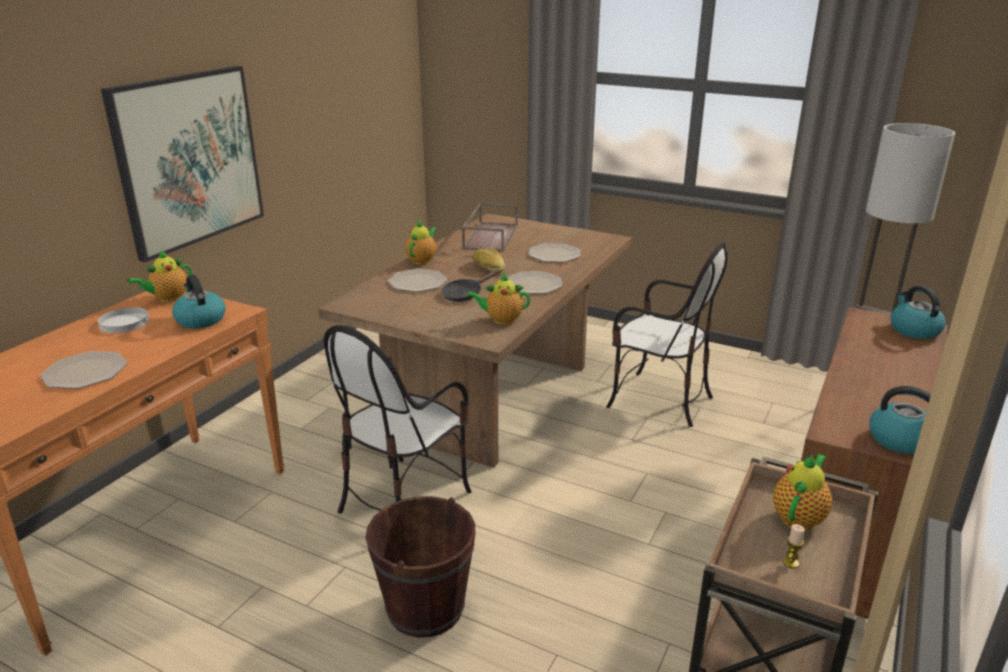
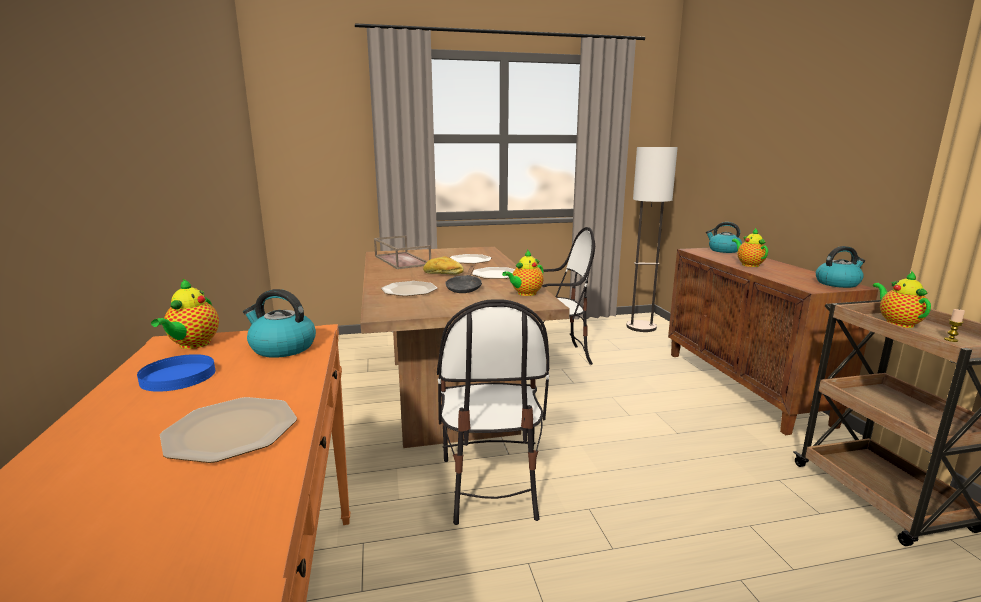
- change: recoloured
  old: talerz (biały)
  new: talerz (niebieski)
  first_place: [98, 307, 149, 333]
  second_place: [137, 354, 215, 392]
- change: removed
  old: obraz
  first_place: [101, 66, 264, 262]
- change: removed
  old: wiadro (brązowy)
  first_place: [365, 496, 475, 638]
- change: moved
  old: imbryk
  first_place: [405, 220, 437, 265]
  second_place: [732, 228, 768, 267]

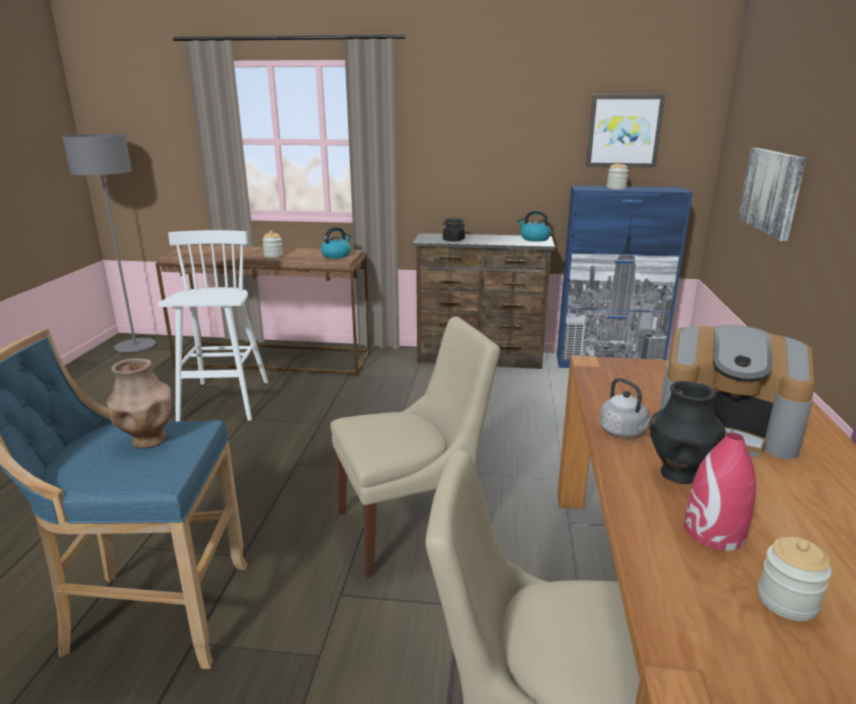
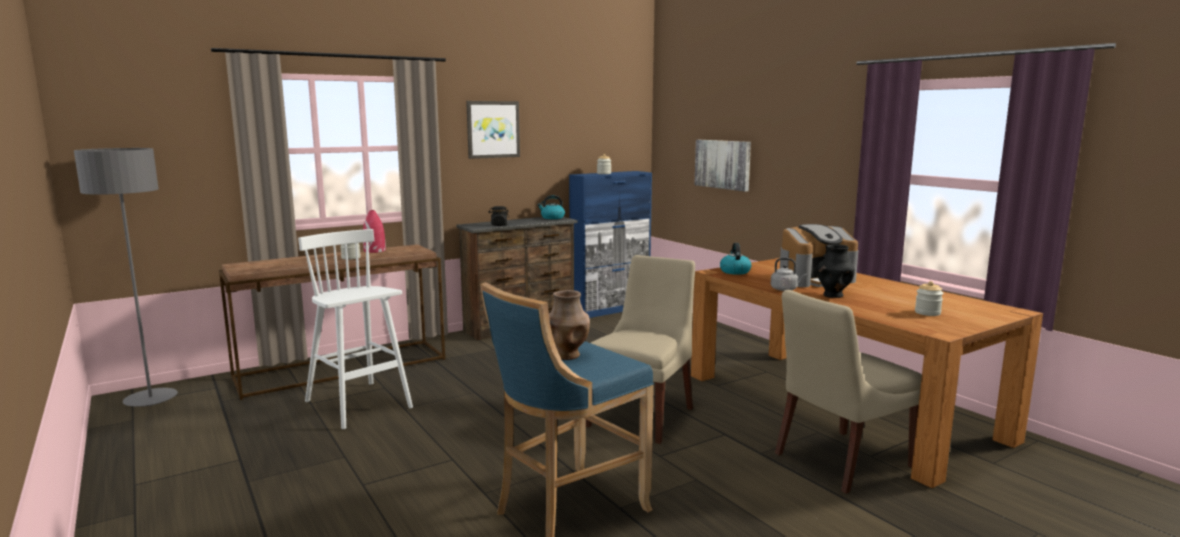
- change: moved
  old: czajnik
  first_place: [321, 227, 351, 259]
  second_place: [720, 243, 751, 275]
- change: moved
  old: obraz
  first_place: [586, 94, 665, 168]
  second_place: [466, 101, 520, 159]
- change: moved
  old: wazon (czerwony)
  first_place: [684, 433, 756, 551]
  second_place: [363, 210, 386, 253]

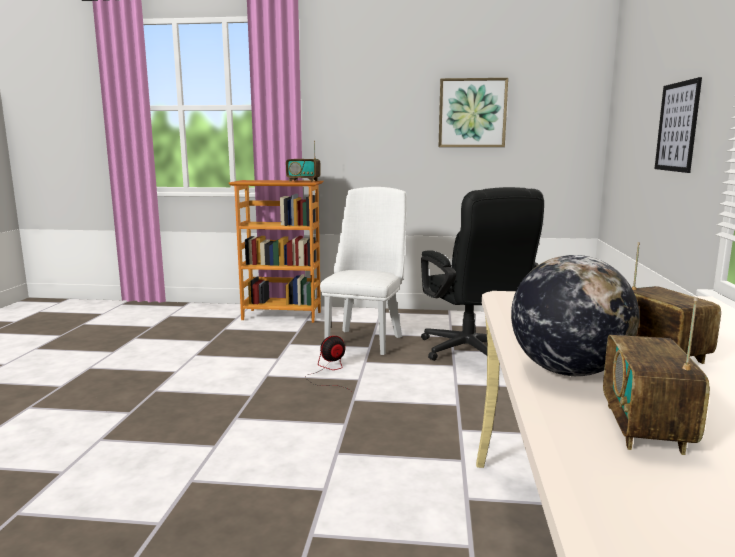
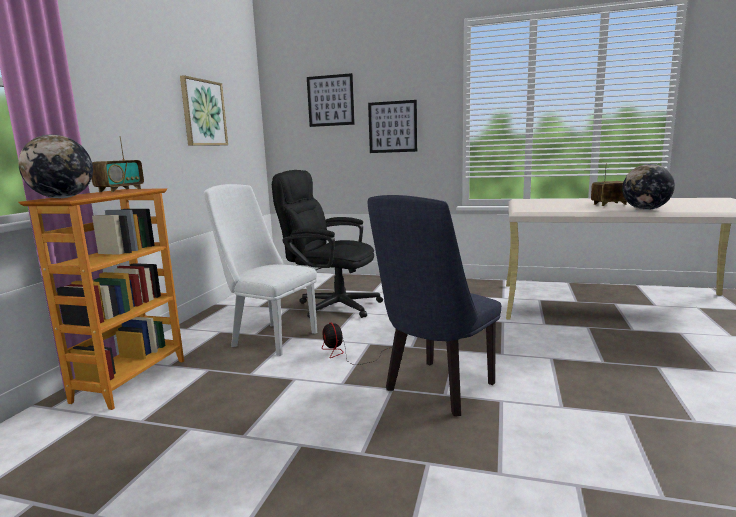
- change: turned
  old: krzesło biurowe (czarny)
  first_place: [421, 187, 544, 361]
  second_place: [272, 170, 383, 318]
  degrees: -150
- change: removed
  old: radio
  first_place: [603, 297, 710, 455]
- change: added
  new: globus
  second_place: [18, 134, 93, 198]
- change: added
  new: obraz
  second_place: [307, 73, 355, 127]
- change: added
  new: krzesło (niebieski)
  second_place: [367, 195, 502, 416]

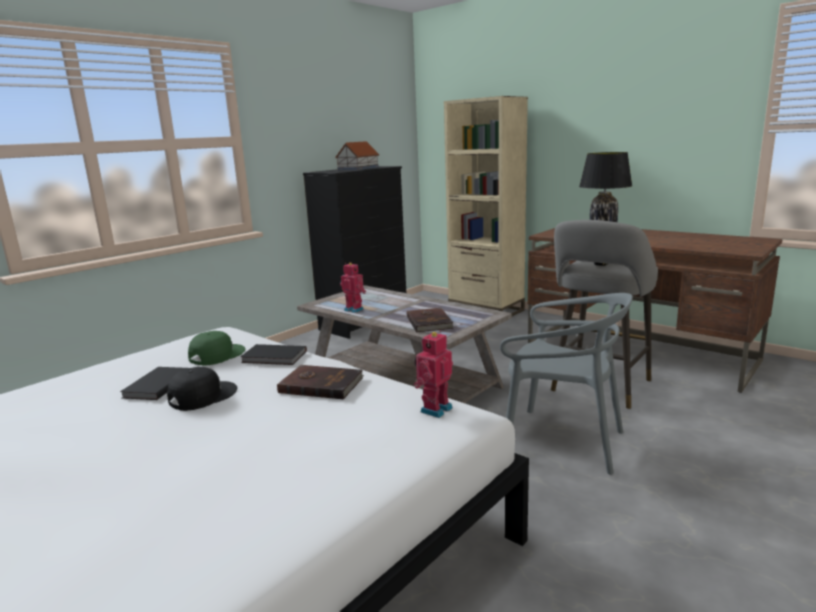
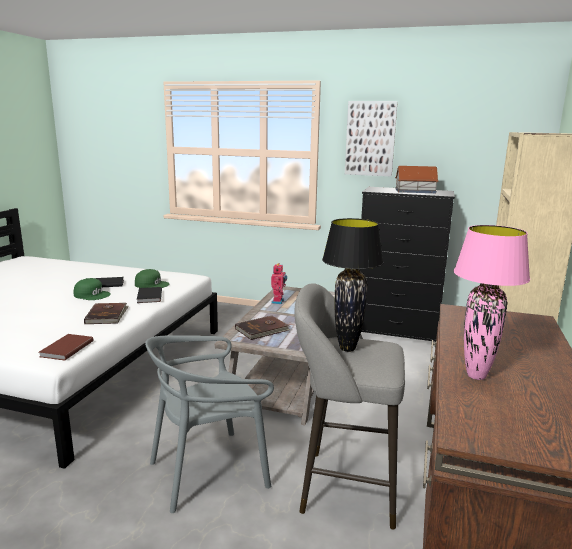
- change: recoloured
  old: czapka z daszkiem (czarny)
  new: czapka z daszkiem (zielony)
  first_place: [167, 367, 237, 411]
  second_place: [74, 278, 111, 300]
- change: replaced
  old: robot zabawkowy
  new: książka (brązowy)
  first_place: [414, 330, 453, 418]
  second_place: [39, 334, 94, 361]
- change: turned
  old: krzesło (szary)
  first_place: [500, 293, 633, 475]
  second_place: [145, 335, 274, 513]
  degrees: 60
- change: added
  new: obraz
  second_place: [345, 101, 398, 176]
- change: added
  new: lampa stołowa (różowy)
  second_place: [454, 225, 530, 380]

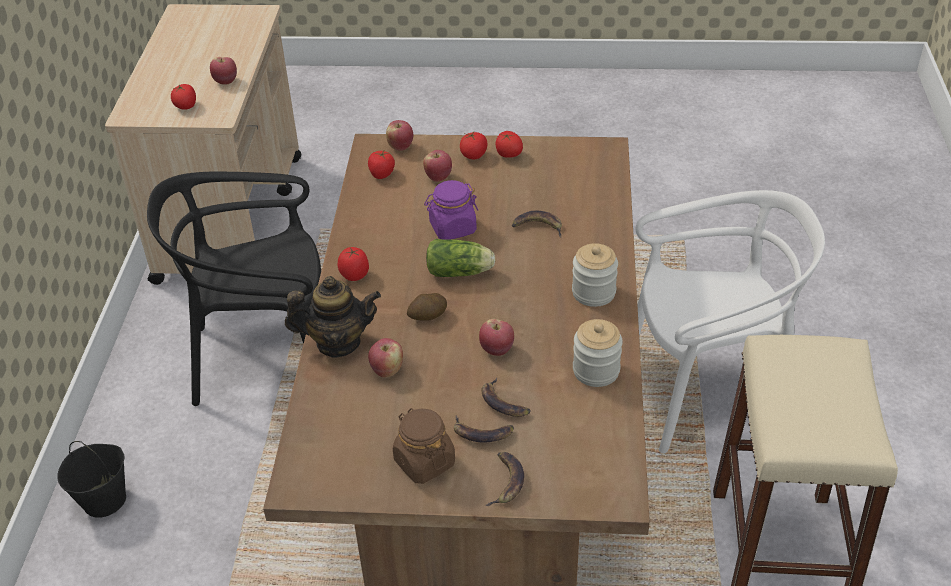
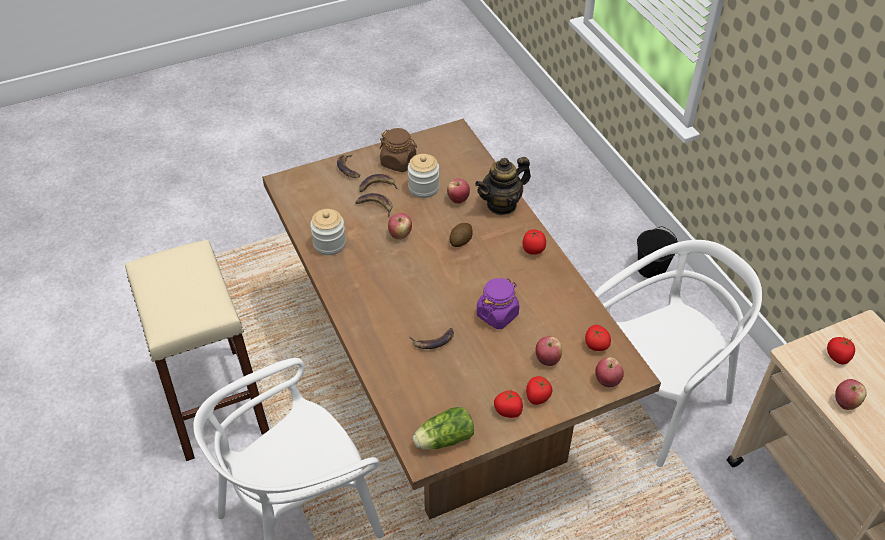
- change: recoloured
  old: krzesło (czarny)
  new: krzesło (biały)
  first_place: [147, 171, 321, 406]
  second_place: [594, 240, 762, 467]
- change: moved
  old: sałata
  first_place: [426, 239, 496, 277]
  second_place: [413, 407, 474, 449]
- change: moved
  old: słoik
  first_place: [572, 243, 618, 307]
  second_place: [408, 154, 439, 198]

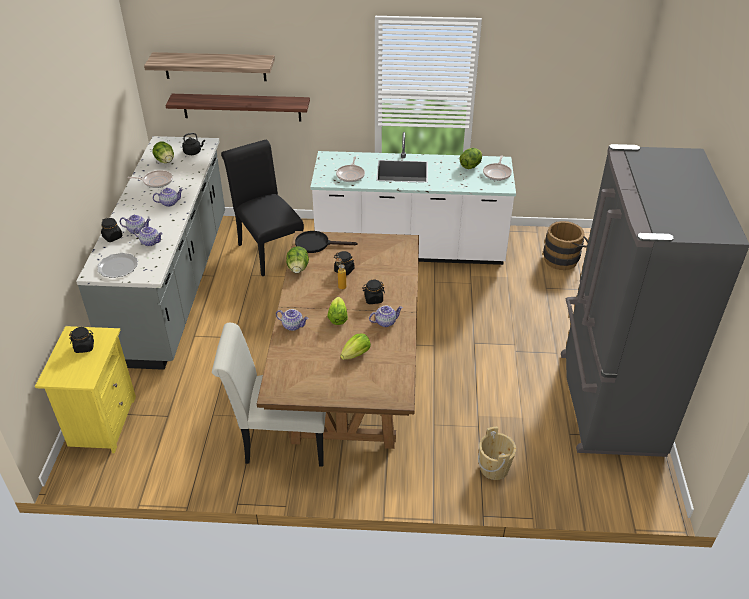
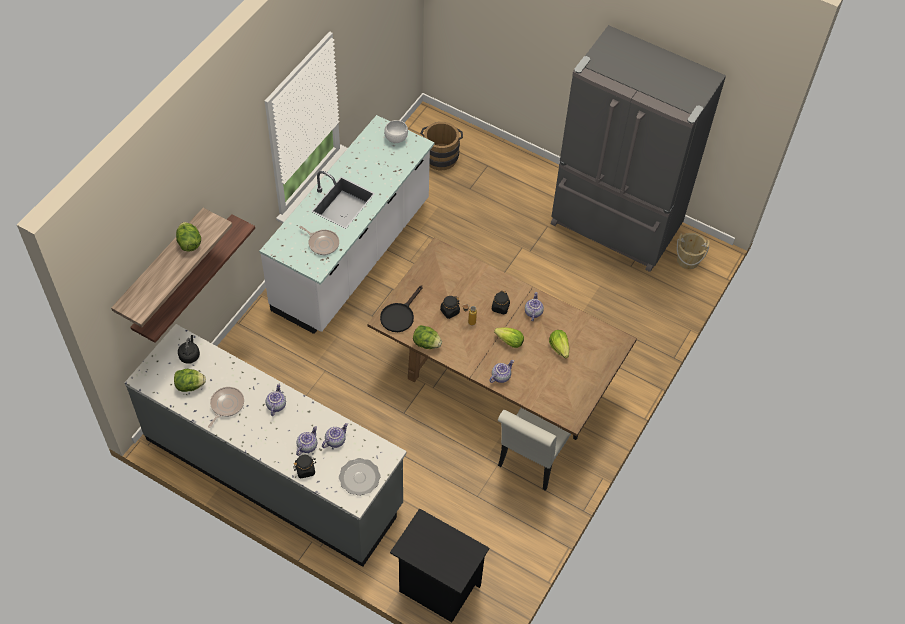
- change: recoloured
  old: szafka nocna (żółty)
  new: szafka nocna (czarny)
  first_place: [35, 326, 136, 453]
  second_place: [390, 508, 489, 622]
- change: removed
  old: słoik (czarny)
  first_place: [69, 327, 94, 353]
- change: removed
  old: krzesło (czarny)
  first_place: [221, 140, 304, 276]
- change: moved
  old: sałata
  first_place: [459, 148, 482, 169]
  second_place: [176, 222, 201, 252]
- change: moved
  old: wiadro (beżowy)
  first_place: [478, 427, 516, 480]
  second_place: [677, 233, 710, 269]
- change: replaced
  old: patelnia
  new: miska (biały)
  first_place: [483, 155, 512, 181]
  second_place: [384, 120, 408, 143]

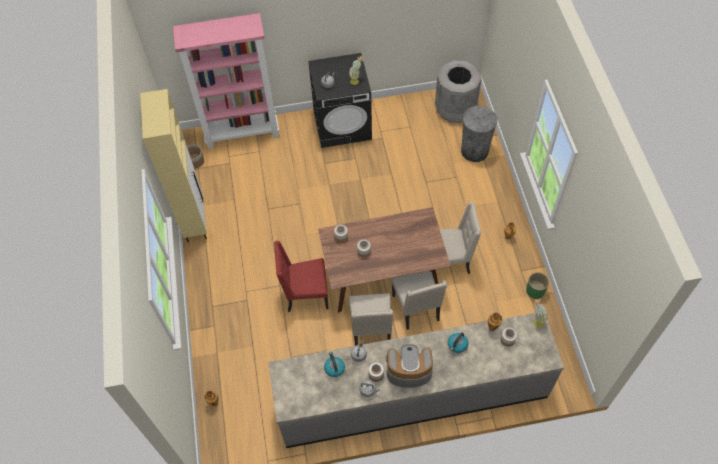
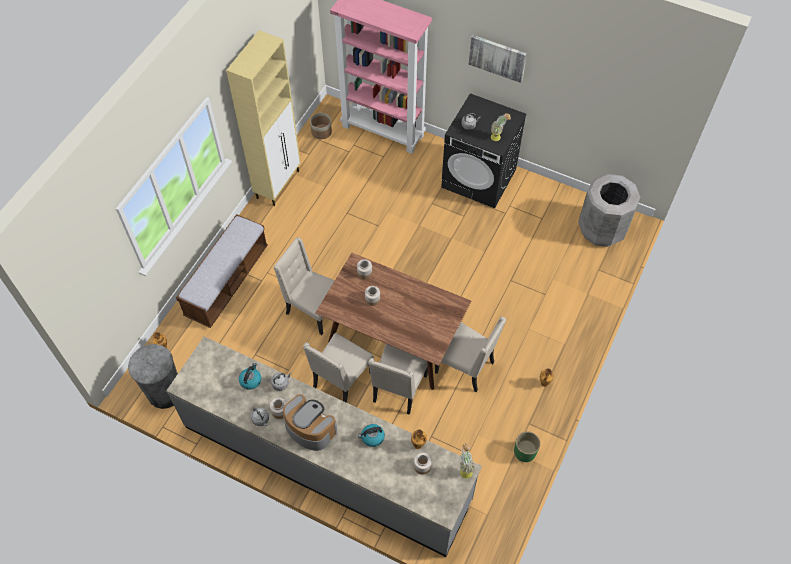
- change: recoloured
  old: krzesło (czerwony)
  new: krzesło (beżowy)
  first_place: [274, 241, 329, 312]
  second_place: [273, 237, 335, 335]
- change: moved
  old: kosz na śmieci (szary)
  first_place: [461, 106, 497, 162]
  second_place: [128, 344, 178, 409]
- change: added
  new: ławka
  second_place: [176, 214, 268, 328]
- change: added
  new: obraz
  second_place: [469, 35, 527, 83]

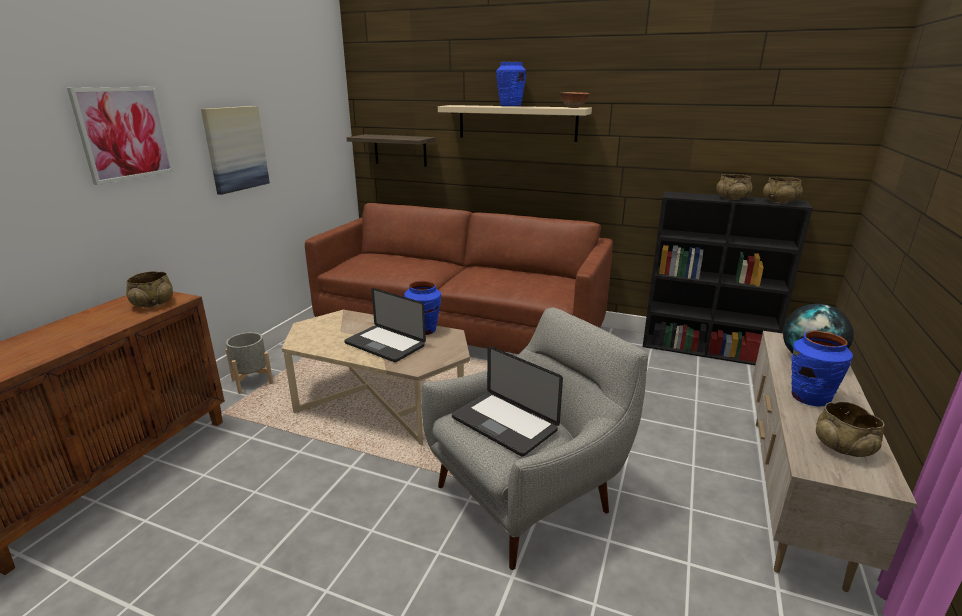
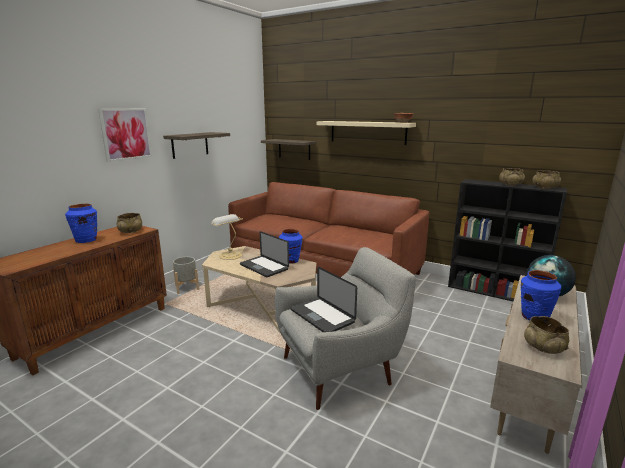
- change: replaced
  old: obraz
  new: półka
  first_place: [201, 106, 270, 195]
  second_place: [163, 132, 230, 159]
- change: moved
  old: wazon (niebieski)
  first_place: [496, 62, 527, 106]
  second_place: [65, 204, 97, 243]
- change: added
  new: lampa stołowa
  second_place: [211, 214, 243, 260]

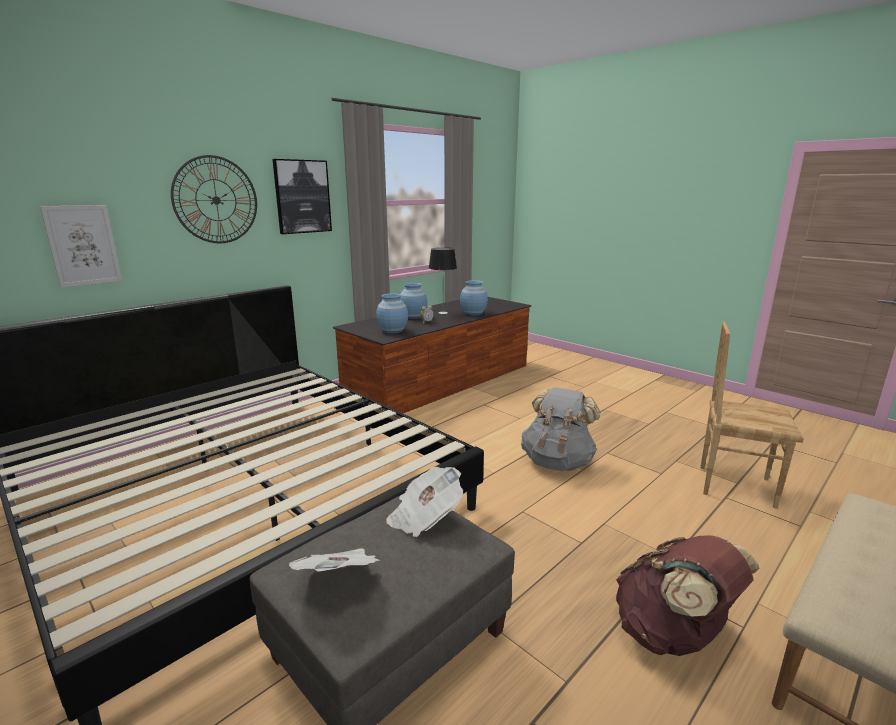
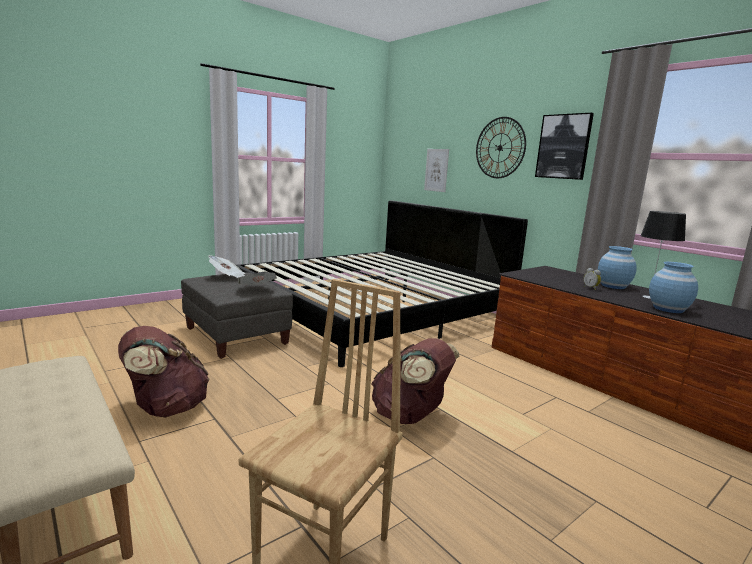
- change: removed
  old: wazon (niebieski)
  first_place: [376, 293, 408, 334]
- change: recoloured
  old: plecak (szary)
  new: plecak (brązowy)
  first_place: [521, 387, 600, 471]
  second_place: [371, 338, 459, 424]

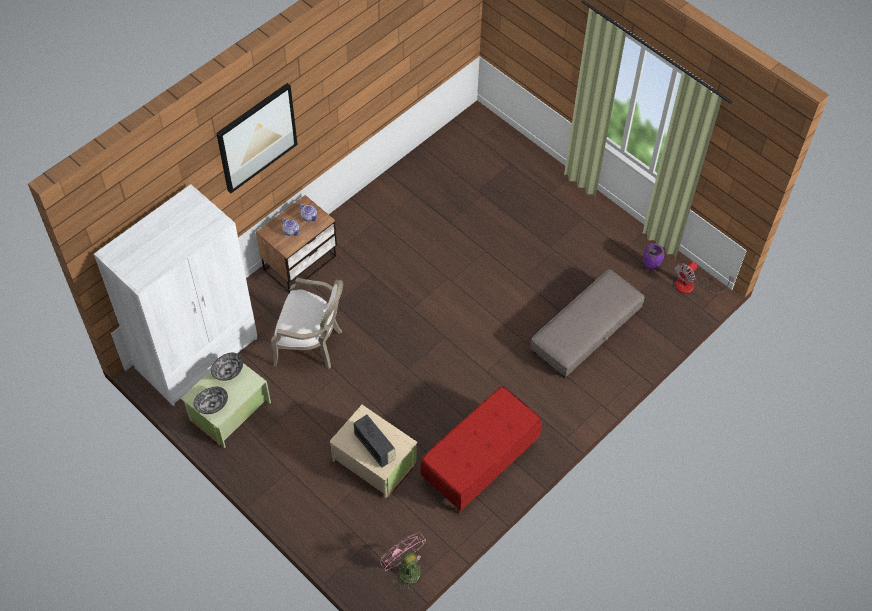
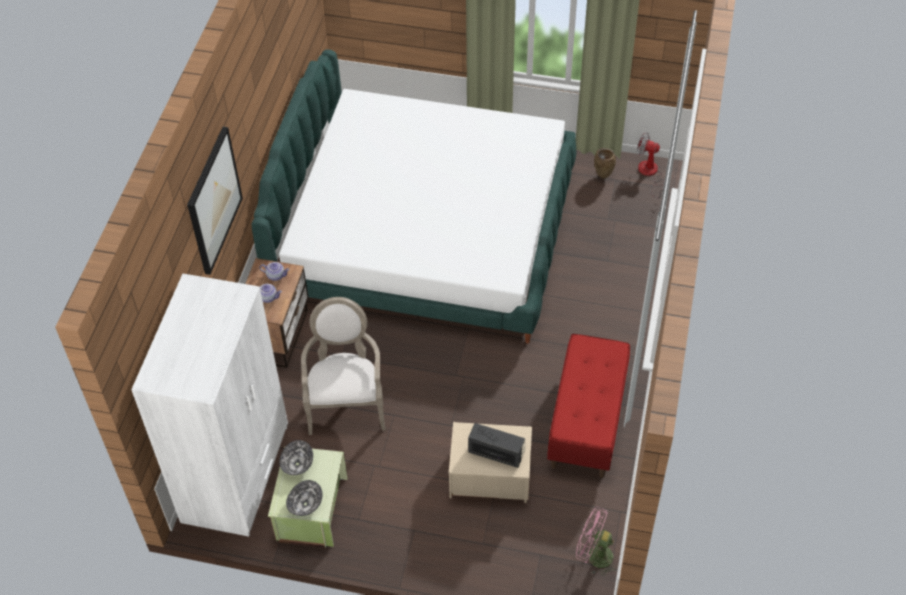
- change: turned
  old: fotel
  first_place: [271, 278, 343, 369]
  second_place: [301, 297, 386, 435]
  degrees: -75
- change: removed
  old: pufa (szary)
  first_place: [530, 270, 645, 378]
- change: recoloured
  old: wazon (fioletowy)
  new: wazon (brązowy)
  first_place: [643, 243, 664, 270]
  second_place: [594, 148, 616, 179]
- change: turned
  old: wentylator
  first_place: [675, 261, 734, 294]
  second_place: [637, 132, 664, 198]
  degrees: 105
- change: added
  new: łóżko
  second_place: [252, 49, 576, 343]

